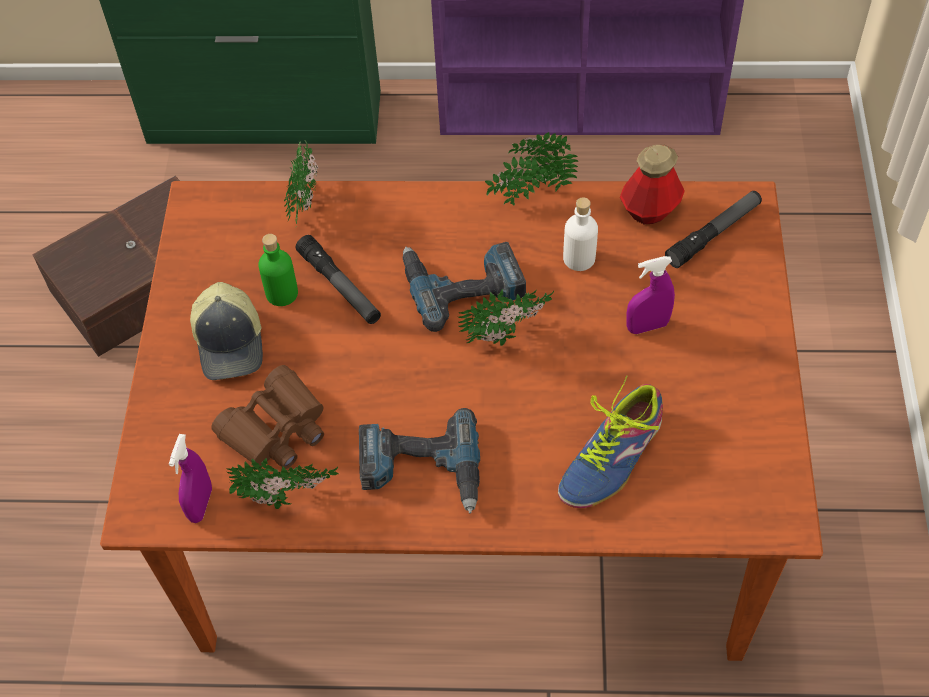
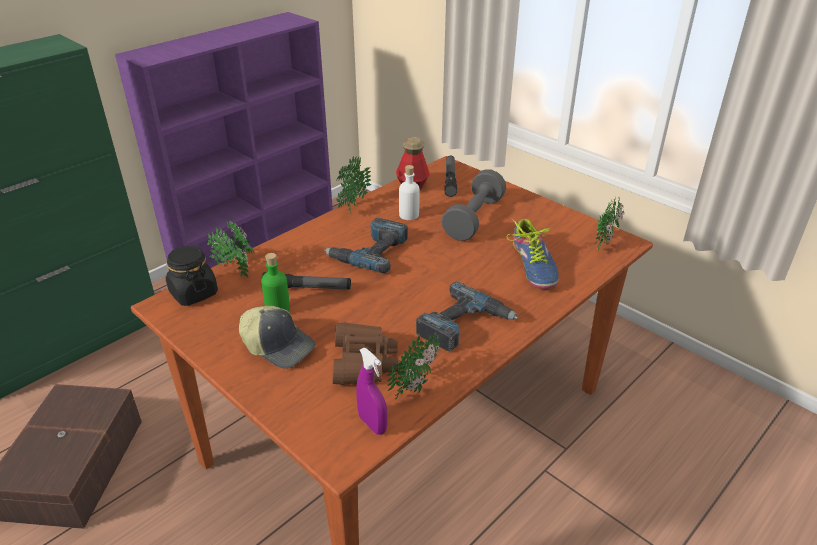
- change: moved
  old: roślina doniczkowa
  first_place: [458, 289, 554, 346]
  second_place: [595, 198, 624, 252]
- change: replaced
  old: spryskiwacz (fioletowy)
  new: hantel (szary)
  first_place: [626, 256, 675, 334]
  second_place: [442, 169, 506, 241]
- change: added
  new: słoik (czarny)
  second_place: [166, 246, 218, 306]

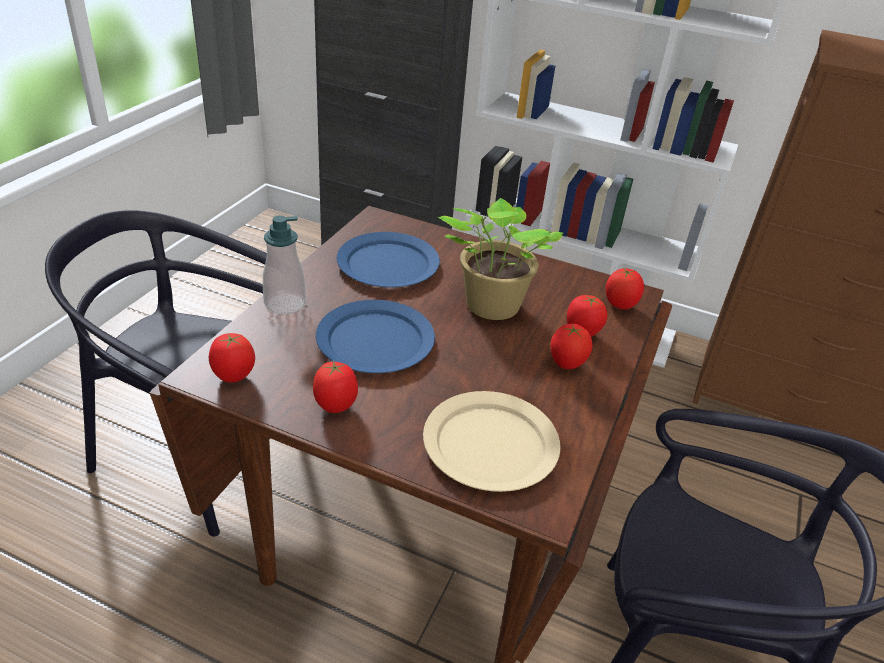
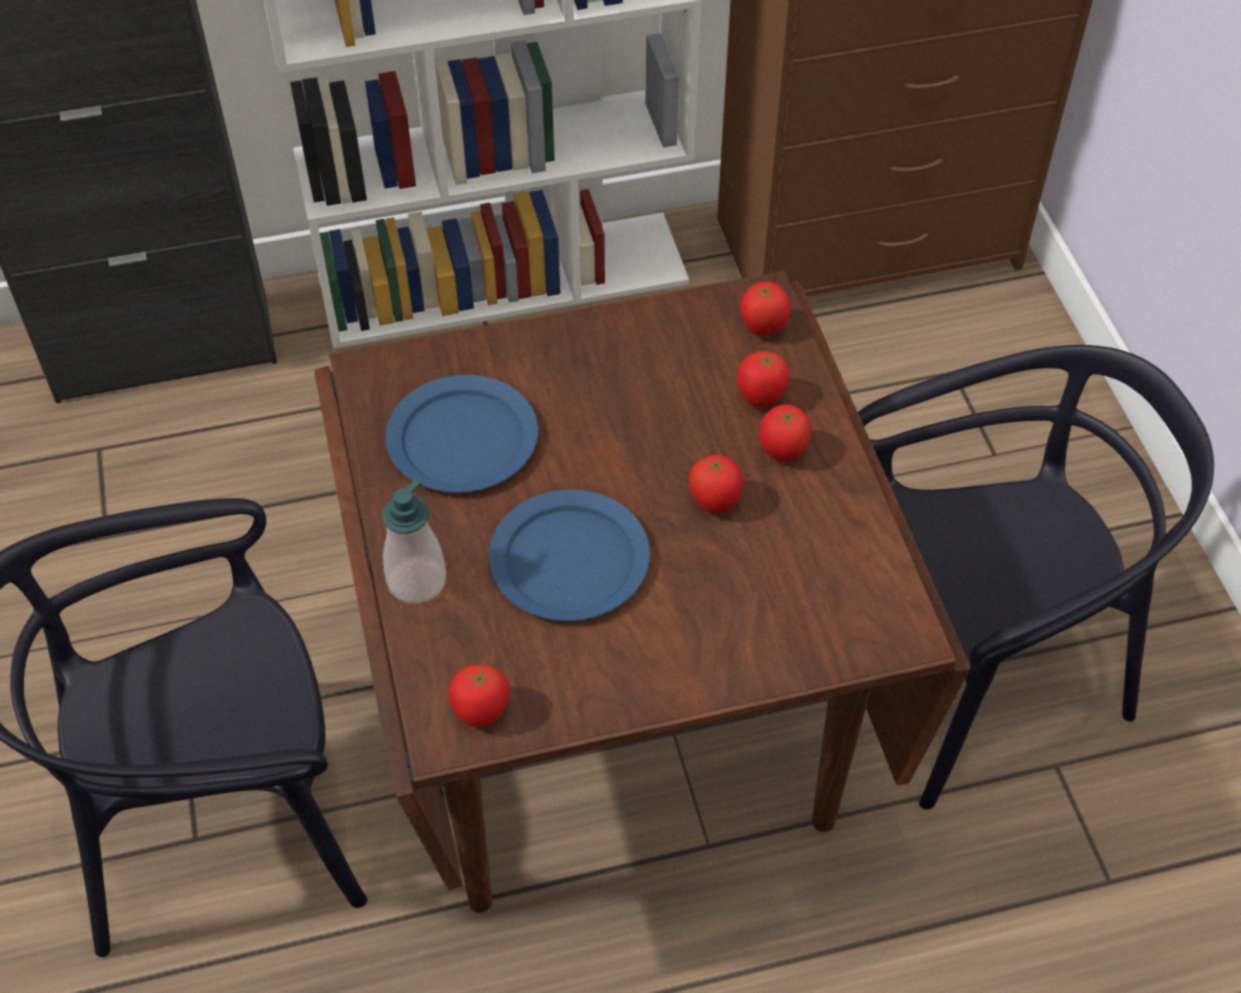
- change: moved
  old: pomidor
  first_place: [313, 361, 358, 413]
  second_place: [689, 455, 744, 513]
- change: removed
  old: talerz (beżowy)
  first_place: [423, 391, 561, 492]
- change: removed
  old: roślina doniczkowa
  first_place: [438, 198, 563, 320]

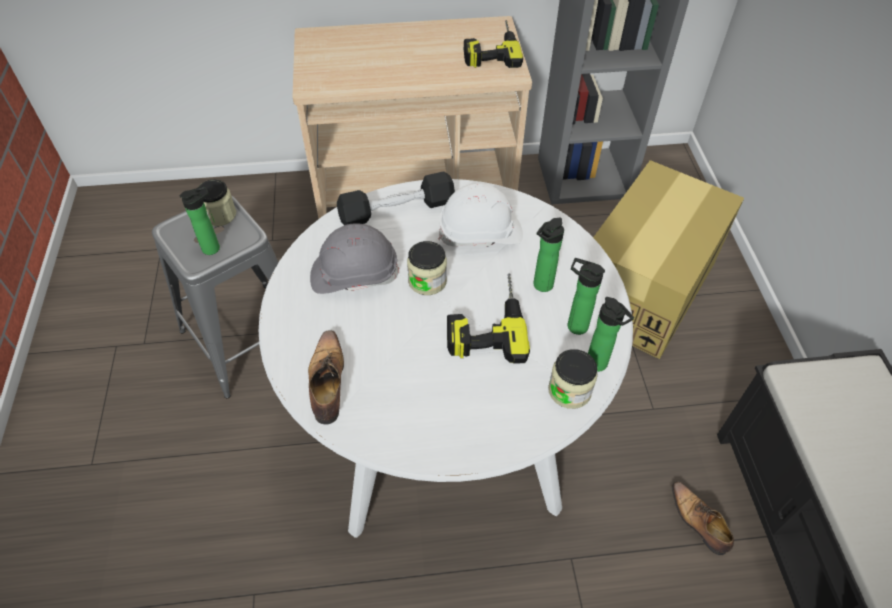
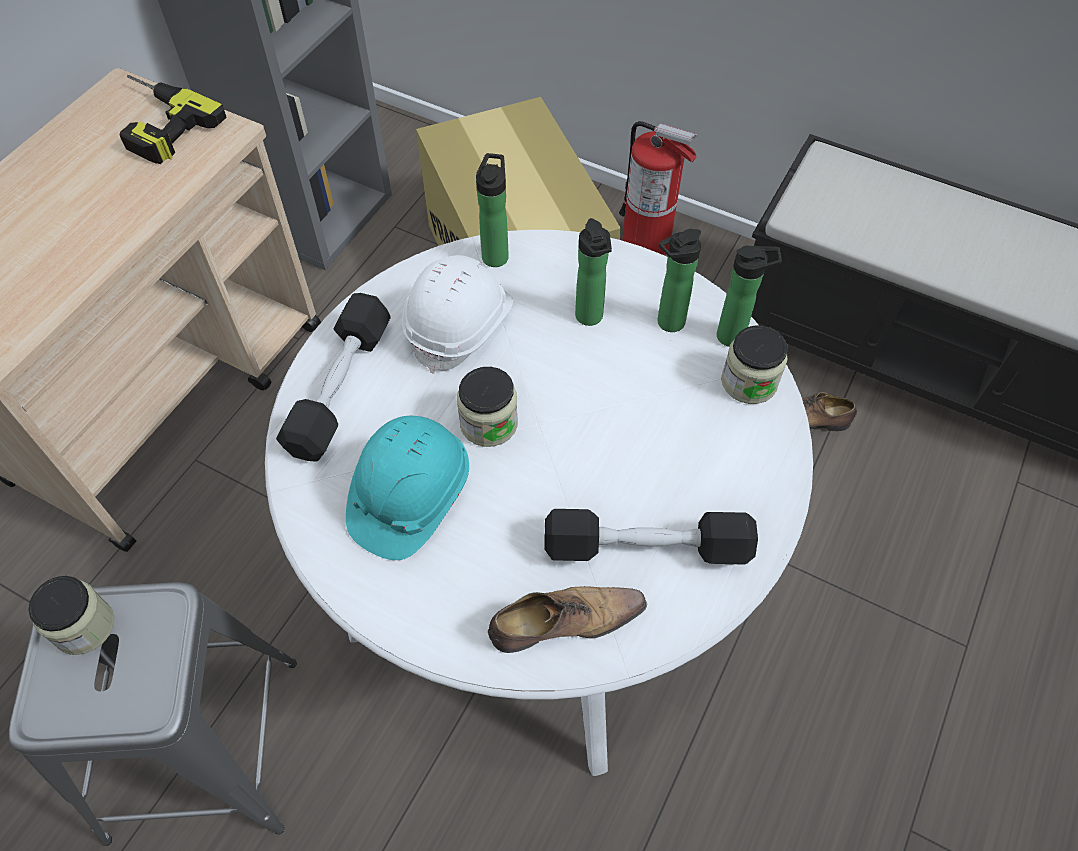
- change: moved
  old: butelka
  first_place: [180, 186, 220, 255]
  second_place: [476, 153, 509, 267]
- change: turned
  old: but
  first_place: [308, 330, 344, 425]
  second_place: [488, 586, 647, 653]
  degrees: 135
- change: recoloured
  old: kask (szary)
  new: kask (turkusowy)
  first_place: [310, 223, 399, 294]
  second_place: [346, 416, 469, 560]
- change: removed
  old: wiertarka
  first_place: [447, 274, 530, 363]
- change: added
  new: hantel (czarny)
  second_place: [544, 509, 758, 565]
- change: added
  new: gaśnica
  second_place: [619, 121, 697, 256]

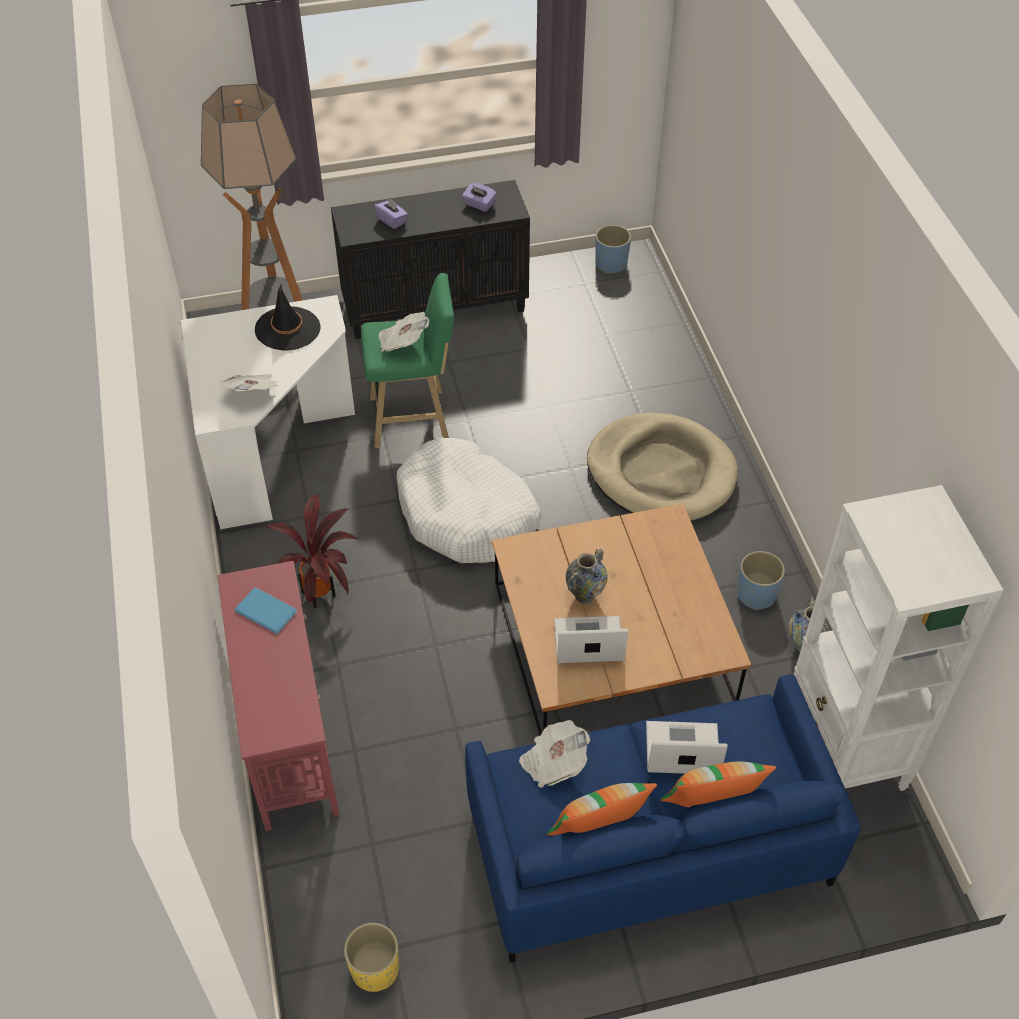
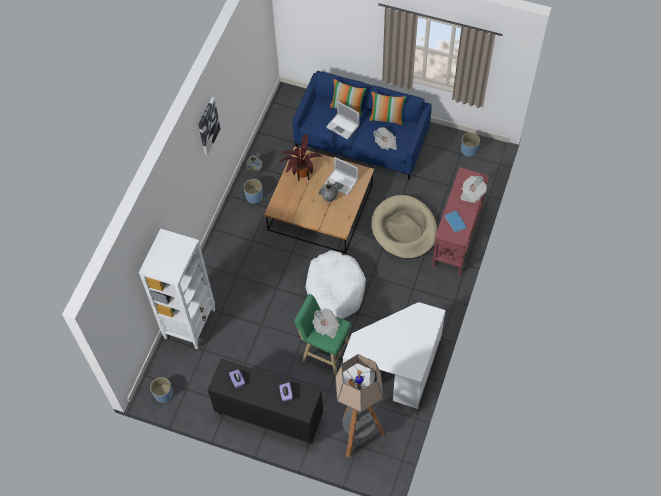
- change: moved
  old: gazeta
  first_place: [220, 374, 278, 391]
  second_place: [460, 176, 487, 203]
- change: removed
  old: kapelusz (czarny)
  first_place: [255, 285, 320, 351]
- change: moved
  old: roślina doniczkowa
  first_place: [267, 494, 360, 608]
  second_place: [279, 133, 323, 181]
- change: recoloured
  old: donica (żółty)
  new: donica (niebieski)
  first_place: [344, 923, 399, 992]
  second_place: [461, 132, 480, 157]
- change: moved
  old: legowisko (beżowy)
  first_place: [587, 412, 738, 521]
  second_place: [371, 195, 437, 259]
- change: moved
  old: regał (biały)
  first_place: [794, 485, 1003, 791]
  second_place: [139, 229, 216, 349]
- change: added
  new: obraz
  second_place: [198, 97, 220, 155]

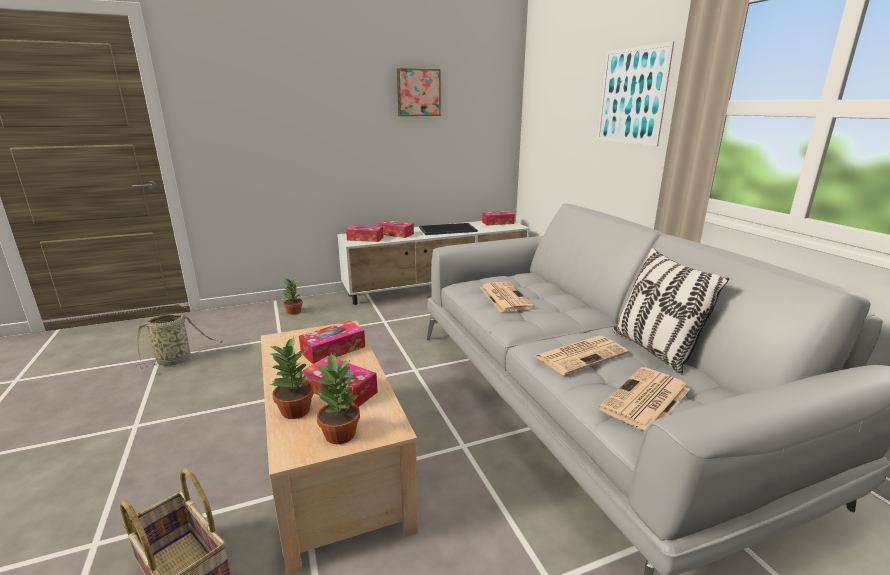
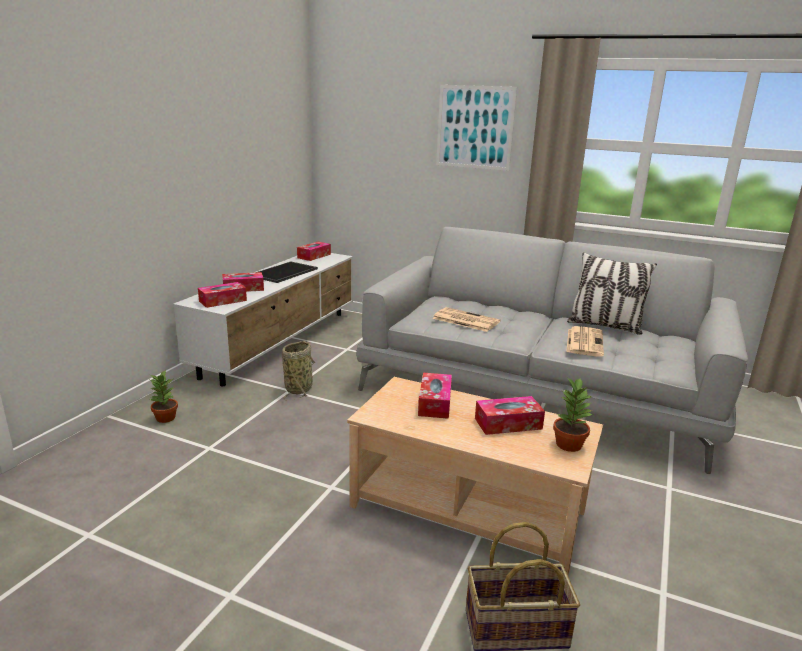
- change: moved
  old: koszyk
  first_place: [136, 314, 223, 369]
  second_place: [282, 341, 316, 401]
- change: removed
  old: roślina doniczkowa
  first_place: [269, 337, 314, 419]
- change: removed
  old: obraz
  first_place: [397, 68, 441, 116]
- change: removed
  old: gazeta
  first_place: [598, 367, 690, 430]

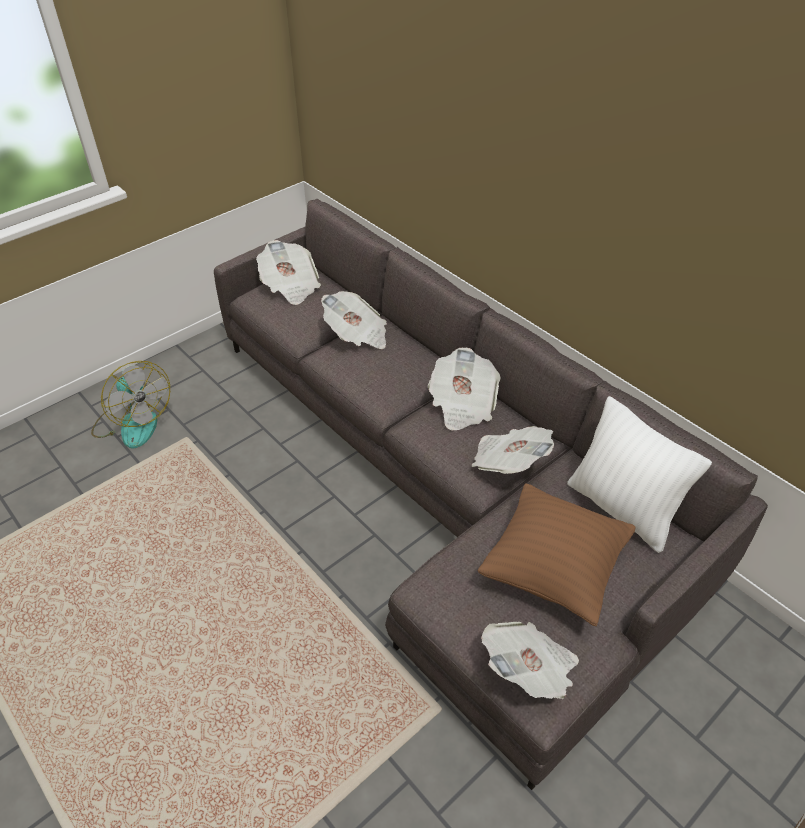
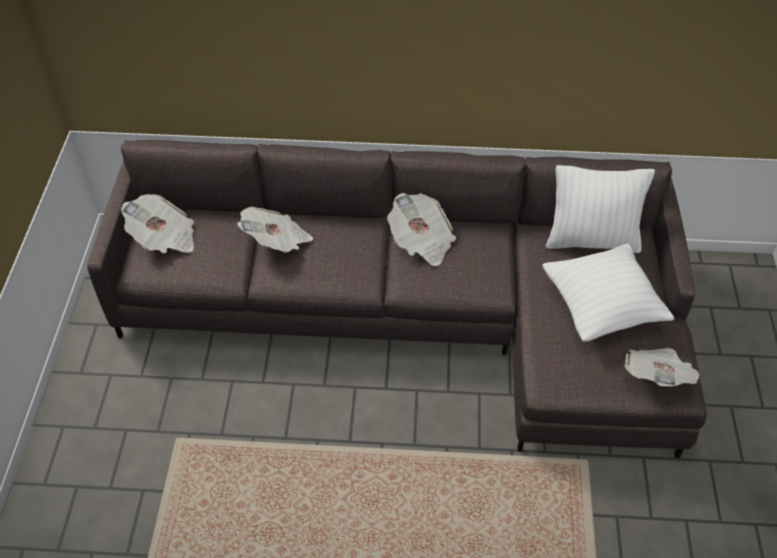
- change: removed
  old: wentylator
  first_place: [91, 361, 170, 449]
- change: removed
  old: gazeta
  first_place: [471, 426, 554, 474]
- change: recoloured
  old: poduszka (brązowy)
  new: poduszka (biały)
  first_place: [478, 483, 635, 626]
  second_place: [542, 243, 674, 342]

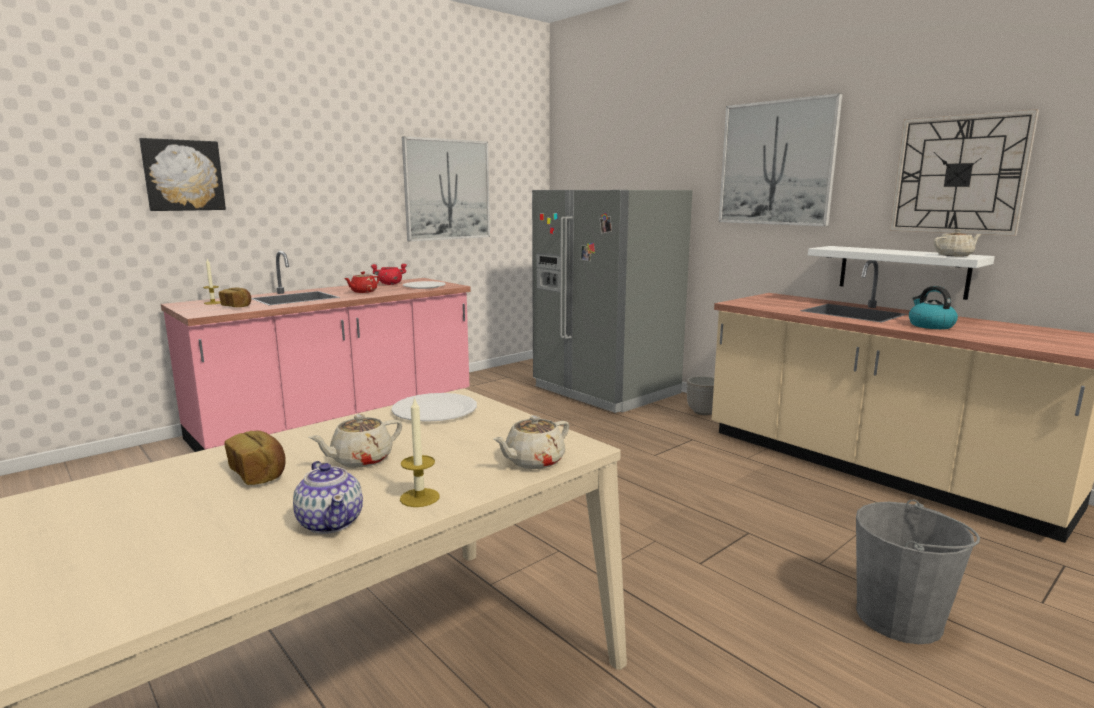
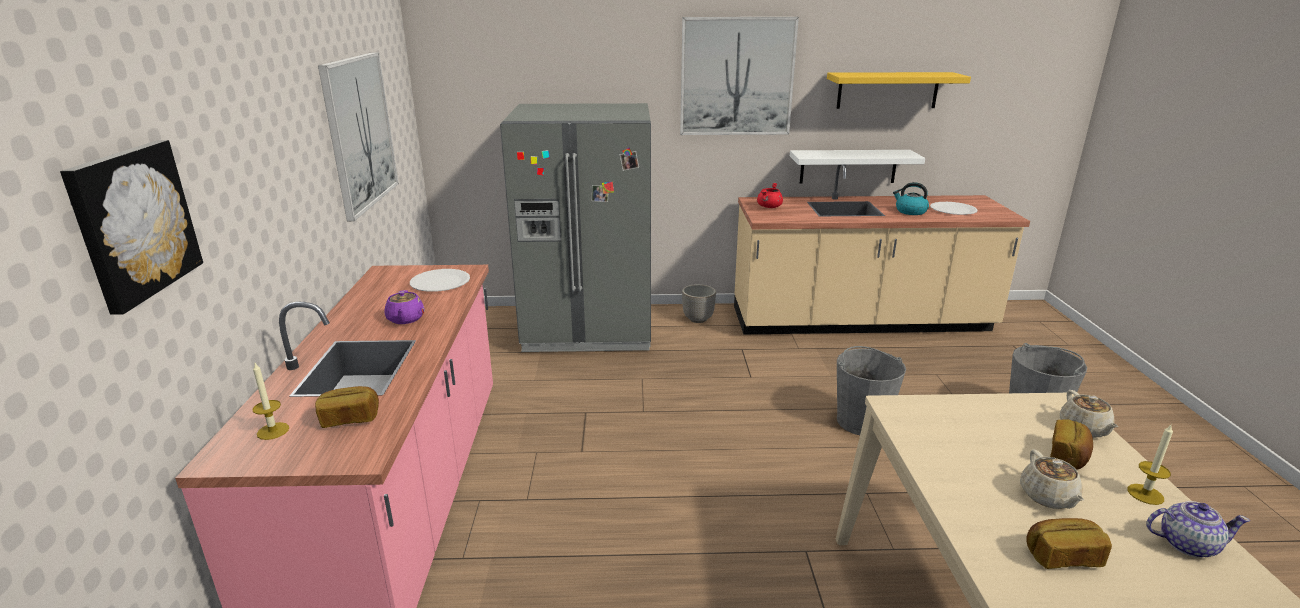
- change: recoloured
  old: imbryk (czerwony)
  new: imbryk (fioletowy)
  first_place: [344, 271, 380, 293]
  second_place: [384, 290, 425, 324]
- change: moved
  old: garnek (czerwony)
  first_place: [371, 263, 407, 285]
  second_place: [757, 183, 783, 208]
- change: moved
  old: talerz (biały)
  first_place: [391, 393, 477, 422]
  second_place: [930, 202, 978, 215]
- change: replaced
  old: zegar ścienny
  new: półka (żółty)
  first_place: [890, 109, 1039, 236]
  second_place: [827, 72, 971, 109]
- change: removed
  old: imbryk (beżowy)
  first_place: [934, 229, 982, 256]
- change: added
  new: wiadro (szary)
  second_place: [837, 346, 906, 435]
- change: added
  new: chleb
  second_place: [1050, 420, 1093, 470]

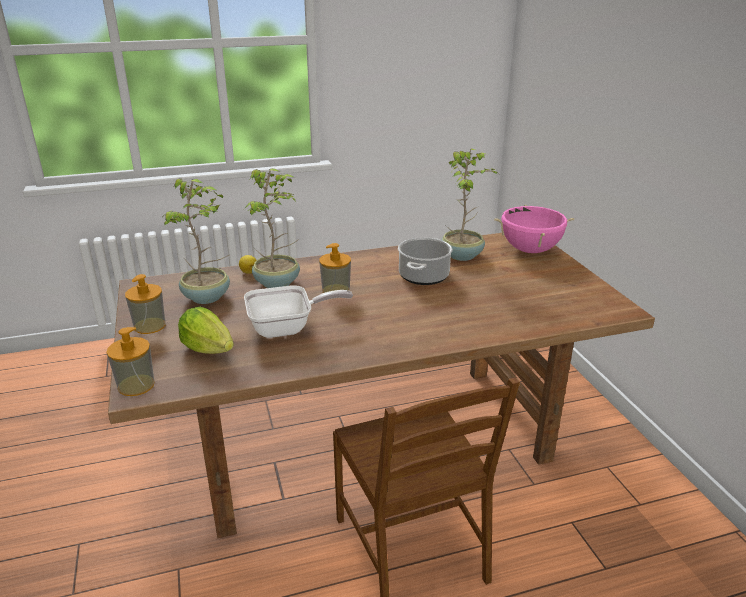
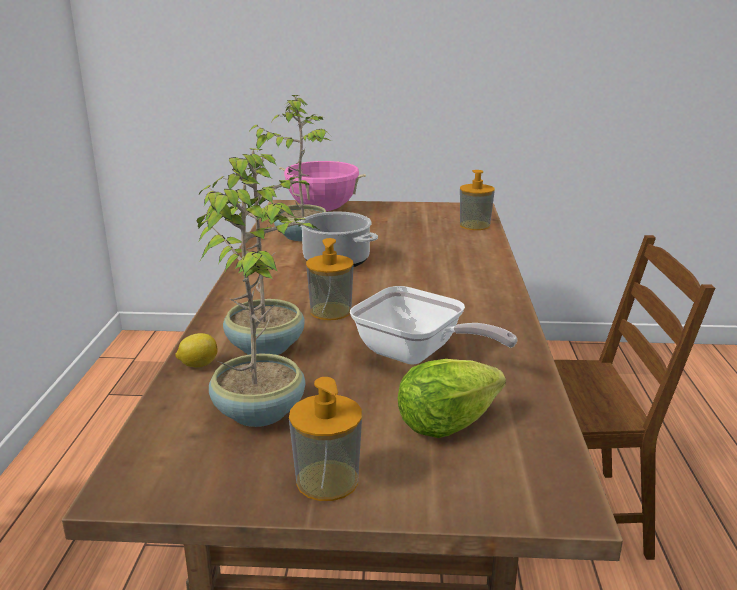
- change: moved
  old: dozownik mydła
  first_place: [107, 327, 155, 396]
  second_place: [460, 170, 495, 230]
- change: turned
  old: patelnia
  first_place: [244, 285, 353, 338]
  second_place: [350, 286, 517, 365]
  degrees: 120

